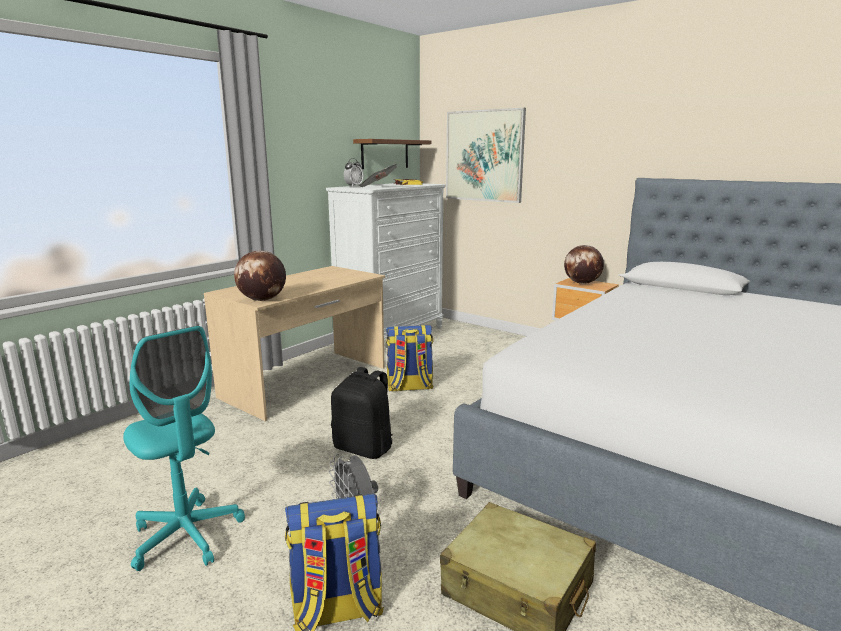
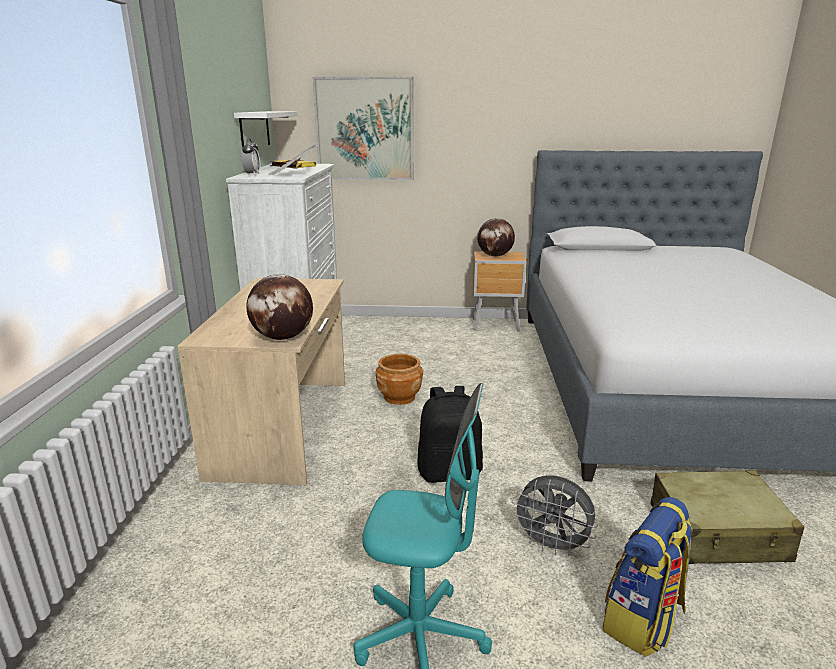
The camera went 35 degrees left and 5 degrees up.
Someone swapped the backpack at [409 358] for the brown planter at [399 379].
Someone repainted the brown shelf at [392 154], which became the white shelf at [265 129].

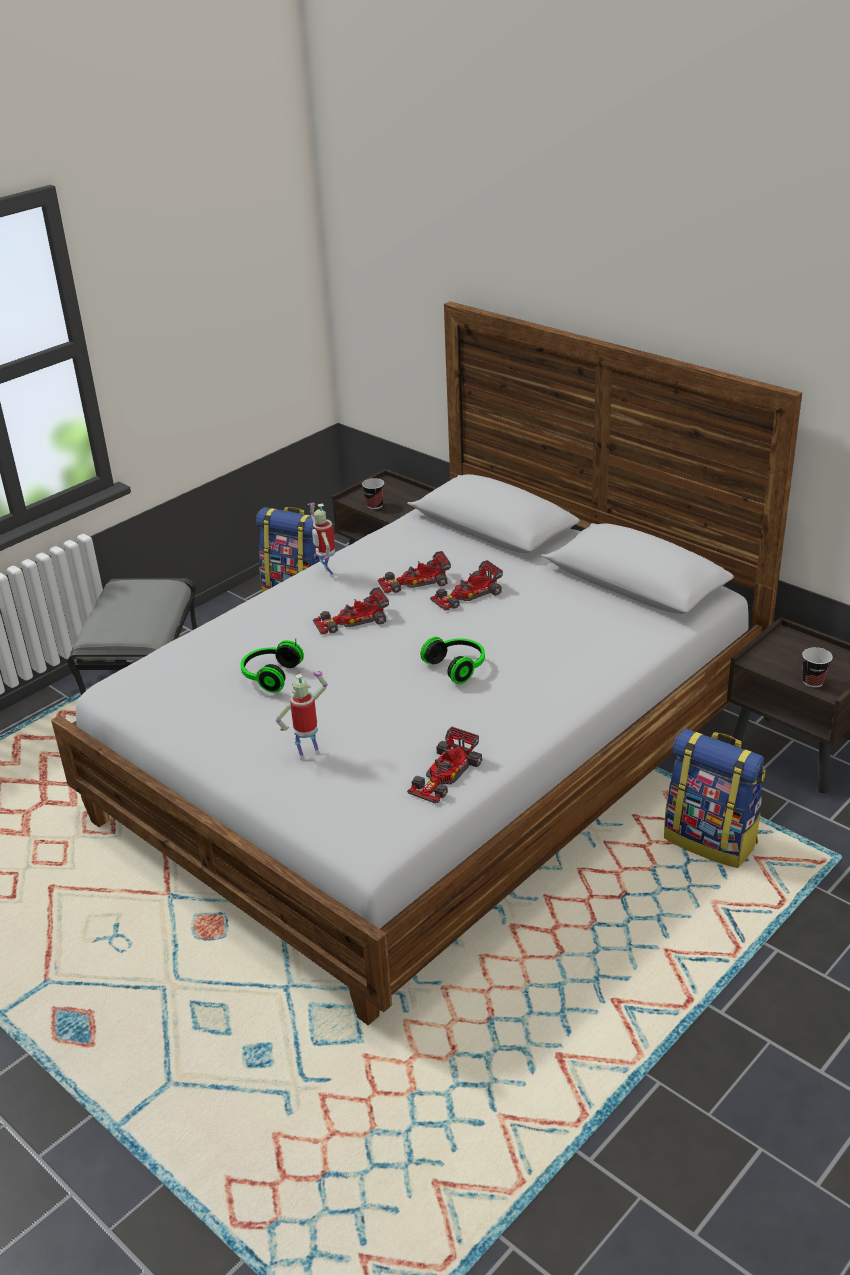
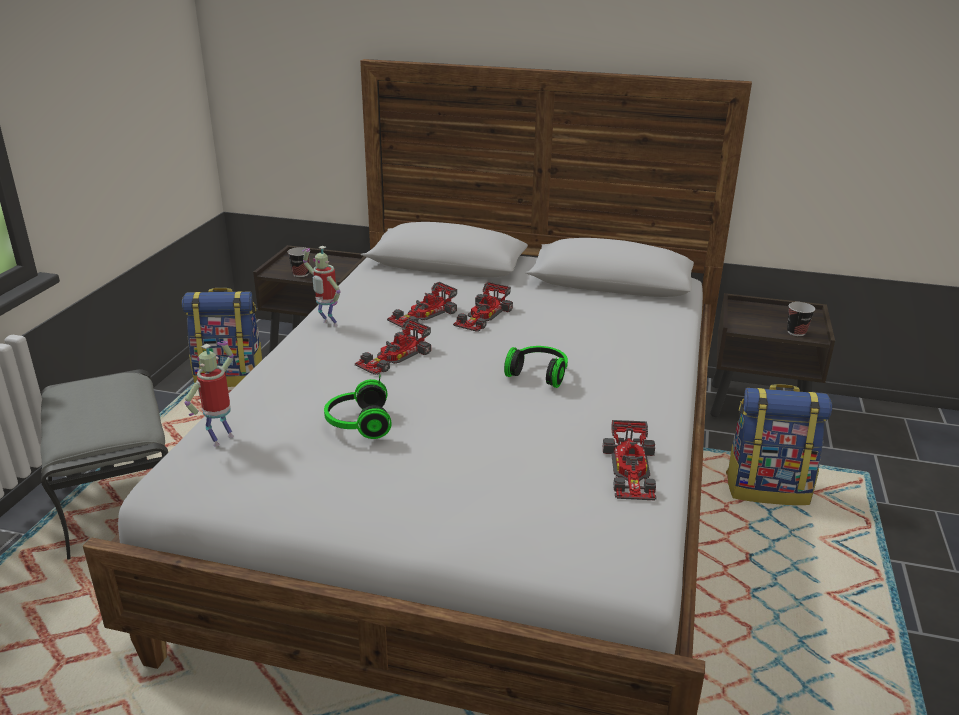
The camera went 30 degrees left and 5 degrees down.
Someone carried the toy robot from [302 715] to [209 393].

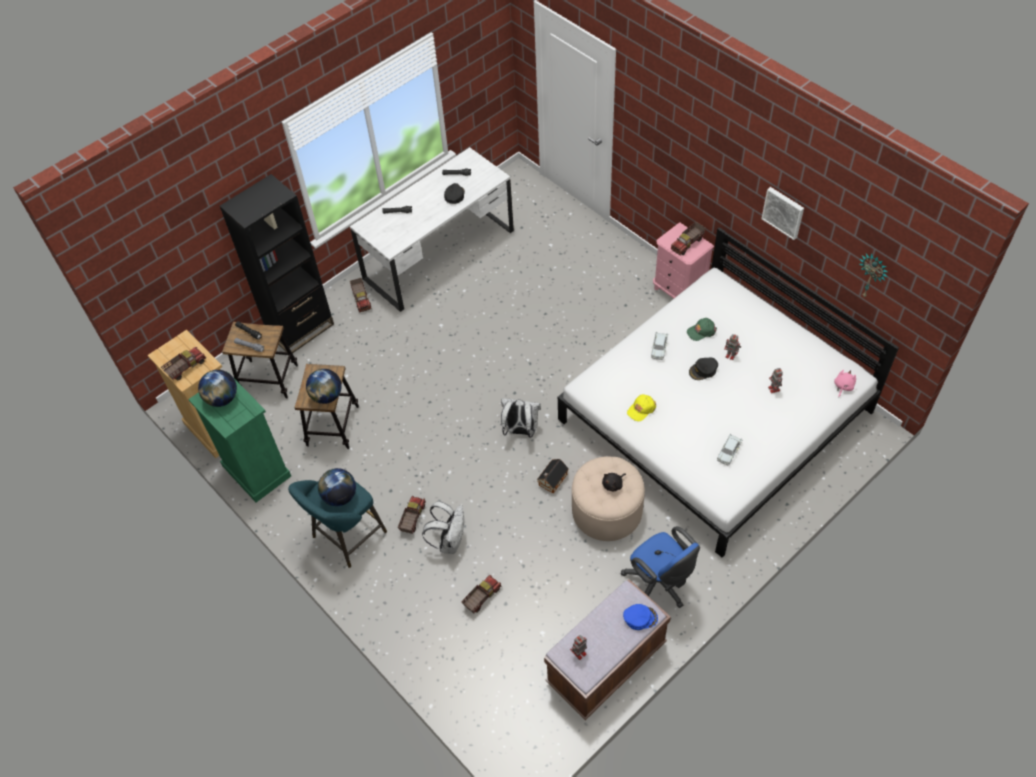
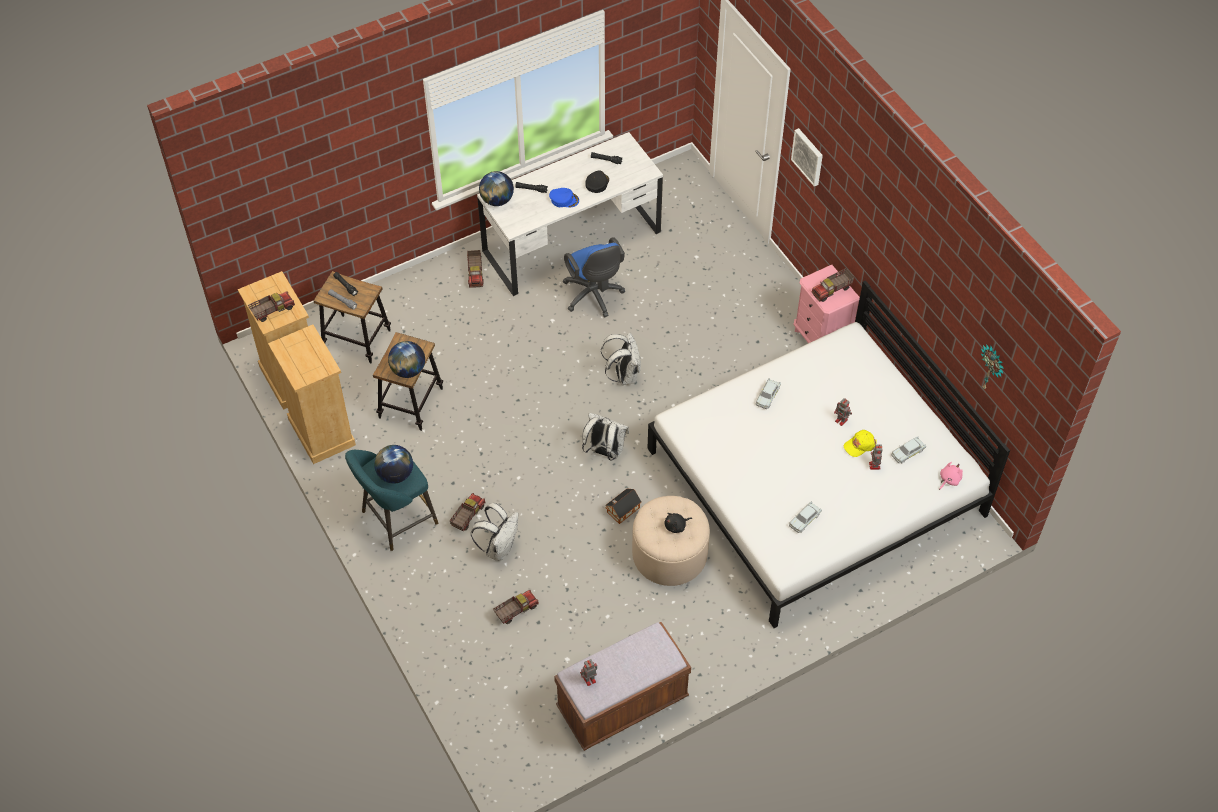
The camera went 10 degrees right and 0 degrees up.
Someone took away the black bookcase at [277 263].
Someone took away the green cap at [702 329].
Someone took away the black cap at [703 369].
Someone put down the white backpack at [621 359].
Someone put down the white toy car at [908 450].
Someone carried the globe from [217 388] to [496 188].
Someone carried the blue office chair from [660 567] to [594 277].
Someone carried the blue cap from [640 617] to [564 197].
Someone carried the yellow cap from [641 407] to [860 443].
Someone carried the picture from [782 213] to [807 157].
Someone repainted the green dresser at [239 441], which became the beige dresser at [312 394].

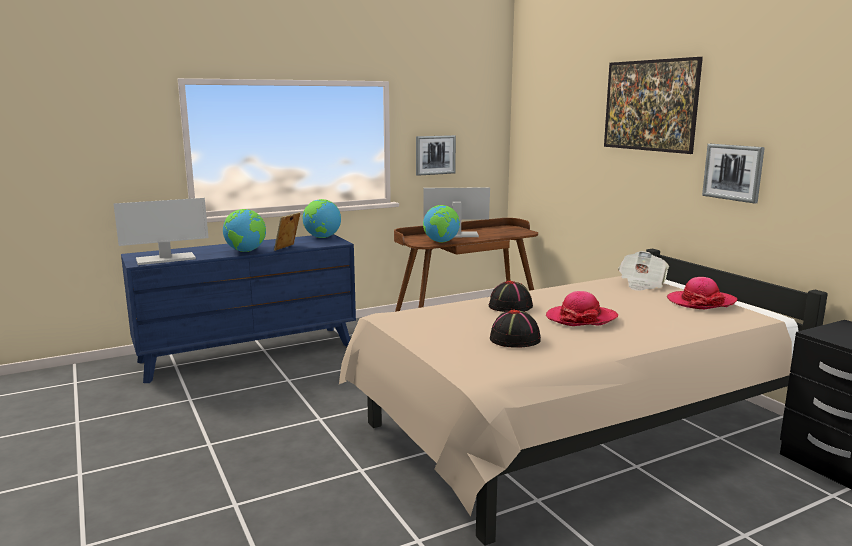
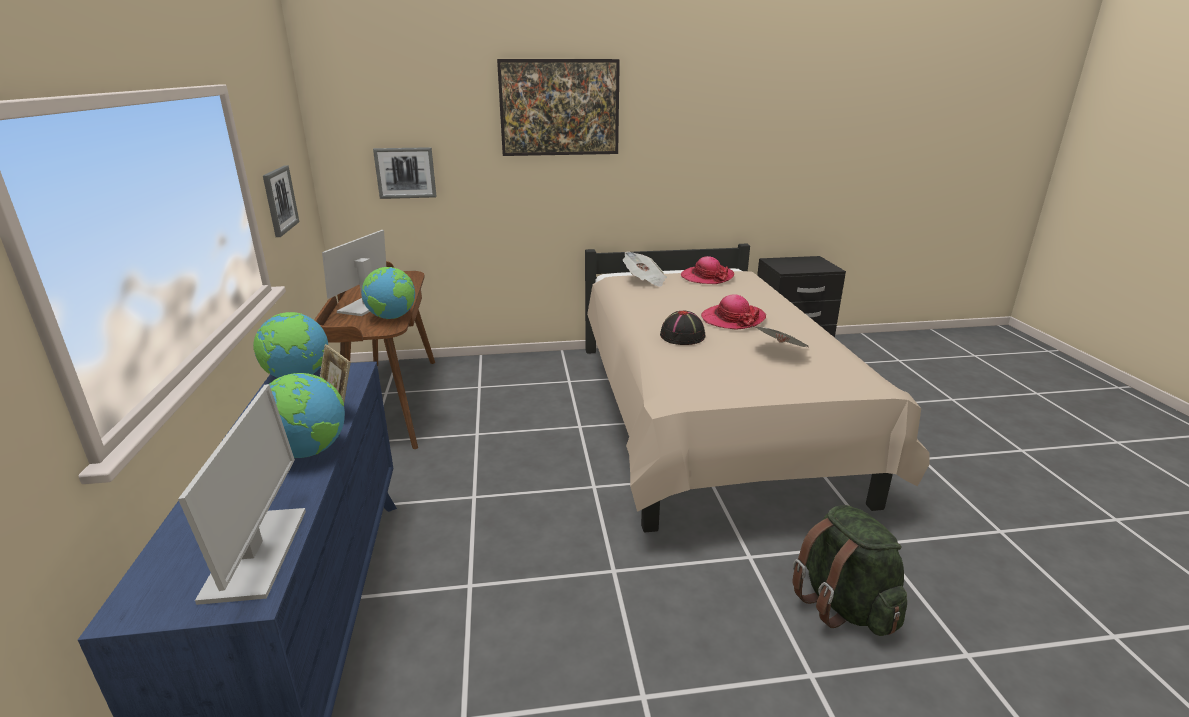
The camera went 70 degrees left and 10 degrees up.
Someone put down the green backpack at [849 570].
Someone carried the picture from [733 174] to [405 173].
Someone swapped the black hat at [515 329] for the newspaper at [781 336].

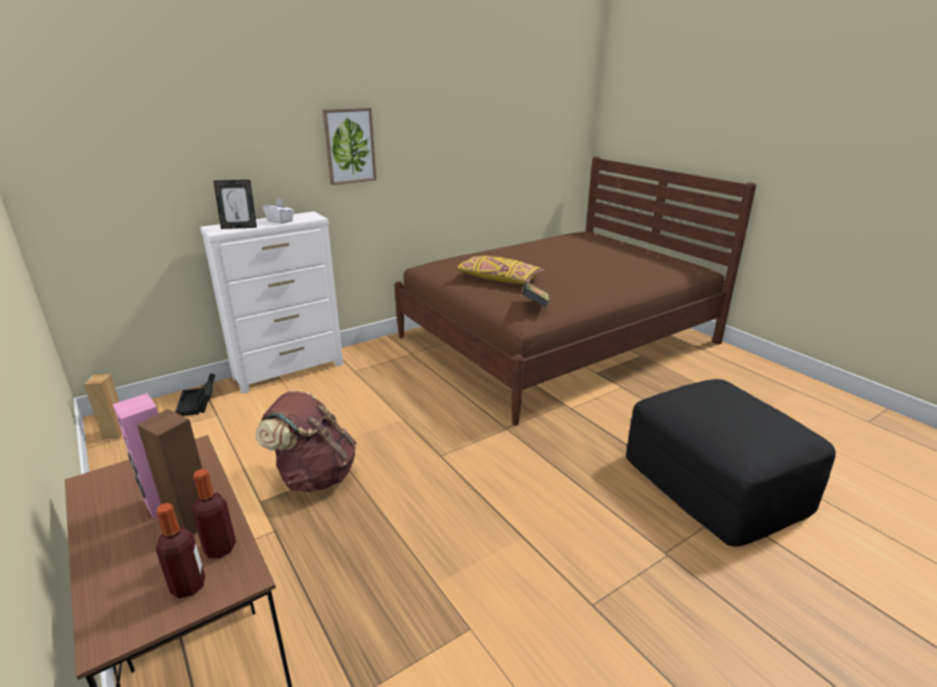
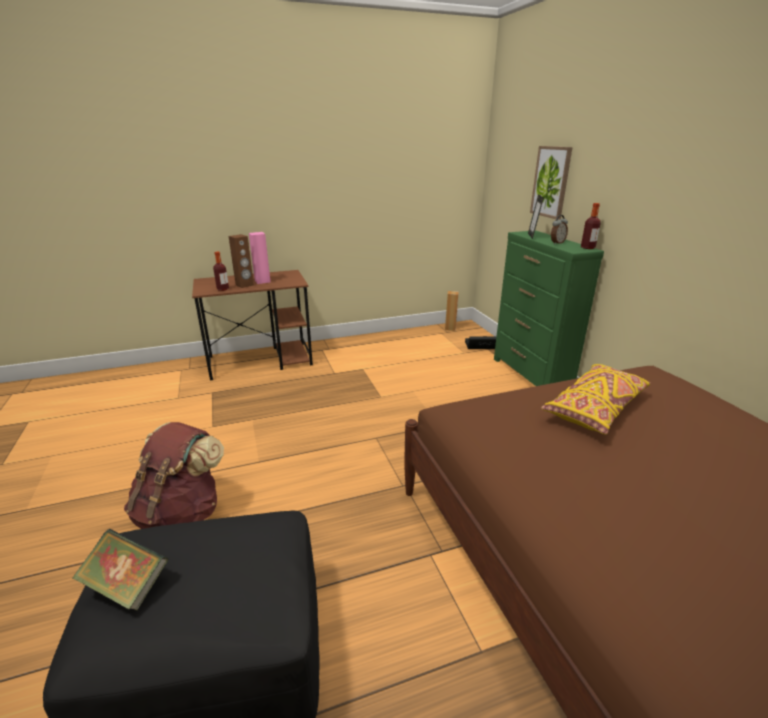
The camera went 105 degrees right and 0 degrees up.
Someone carried the bottle from [180 551] to [591 226].
Someone carried the brown backpack from [305 441] to [174 475].
Someone carried the picture from [349 146] to [551 183].
Someone carried the book from [536 295] to [120 570].
Someone swapped the white tissue box at [278 211] for the alarm clock at [559 229].
Someone repainted the white dresser at [271 302], which became the green dresser at [549 308].

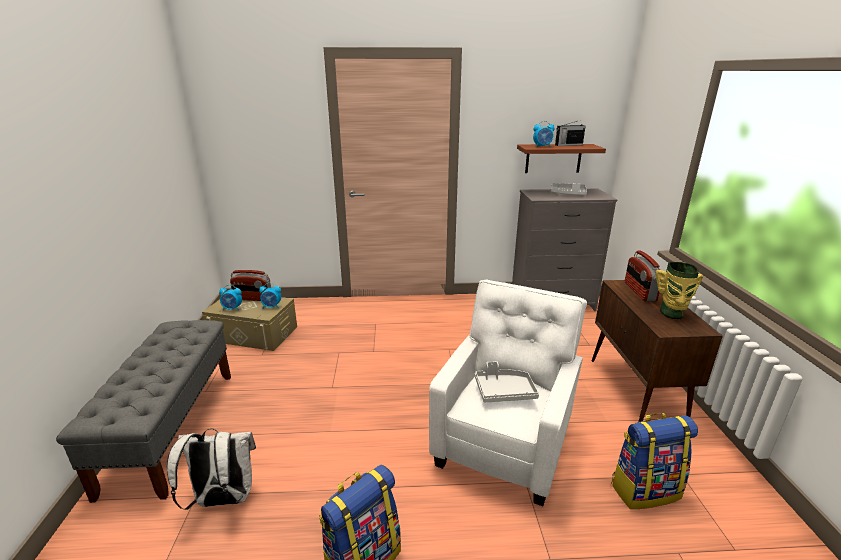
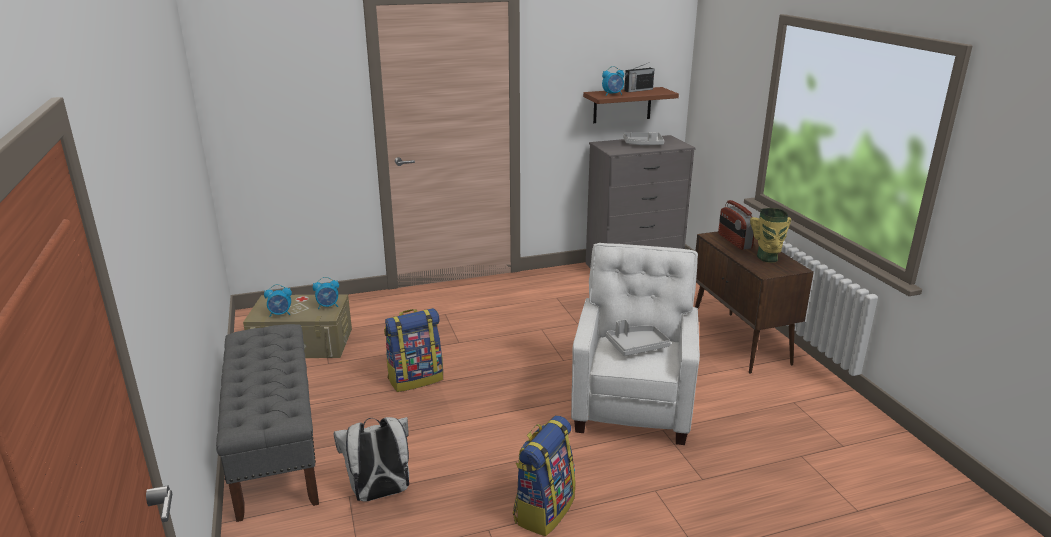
The camera went 15 degrees left and 0 degrees up.
Someone took away the radio at [250 285].
Someone carried the backpack from [654 461] to [413 350].

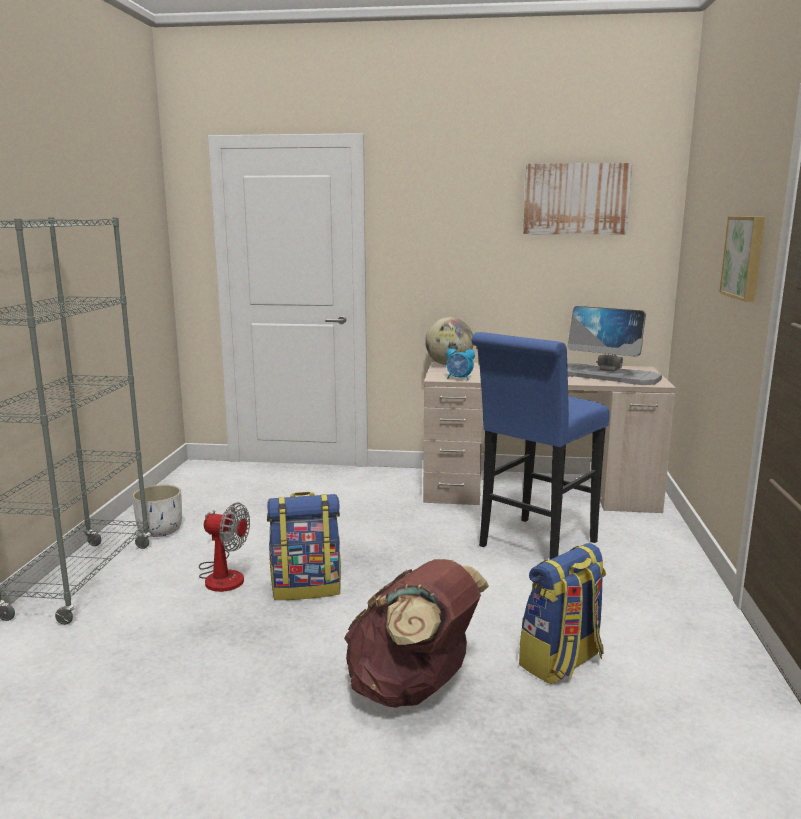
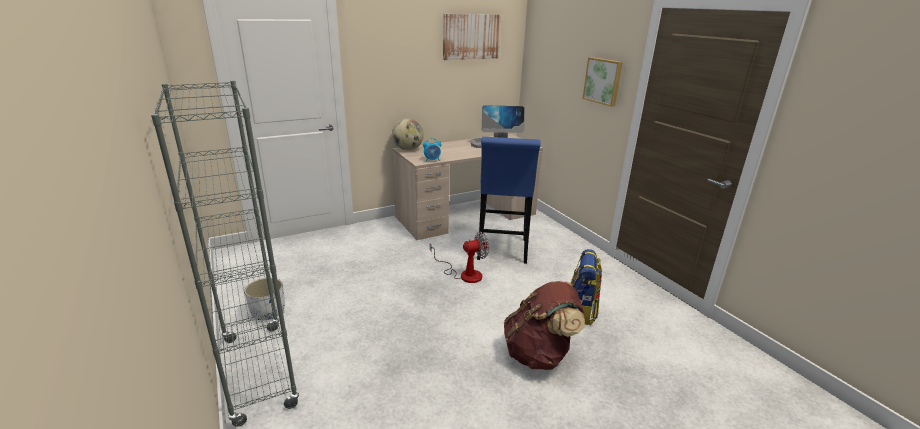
The camera went 35 degrees left and 10 degrees up.
Someone took away the backpack at [304 546].
Someone carried the fan from [224 547] to [459 257].

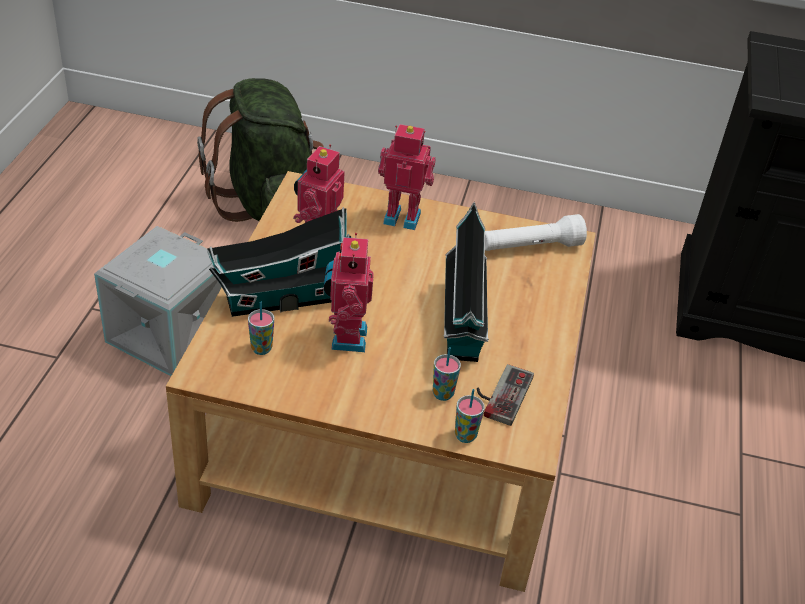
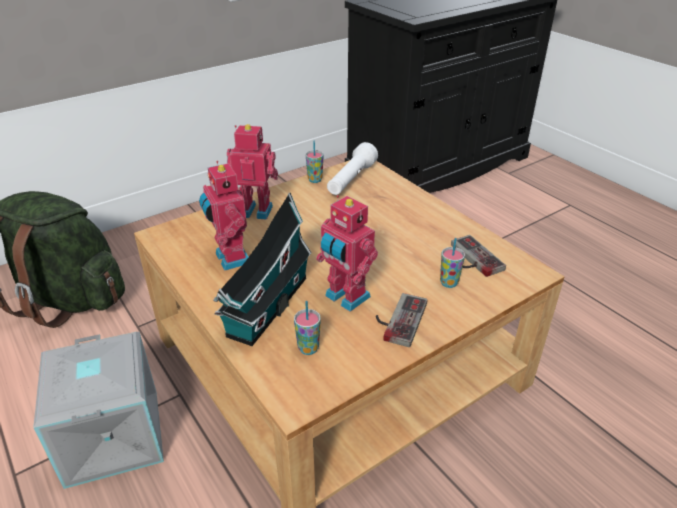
The camera went 45 degrees left and 5 degrees down.
Someone took away the toy house at [466 282].
Someone put down the game controller at [401 320].
Someone carried the cup from [470 416] to [314 162].
Someone rotated the toy robot at [407 177] by 45 degrees clockwise.

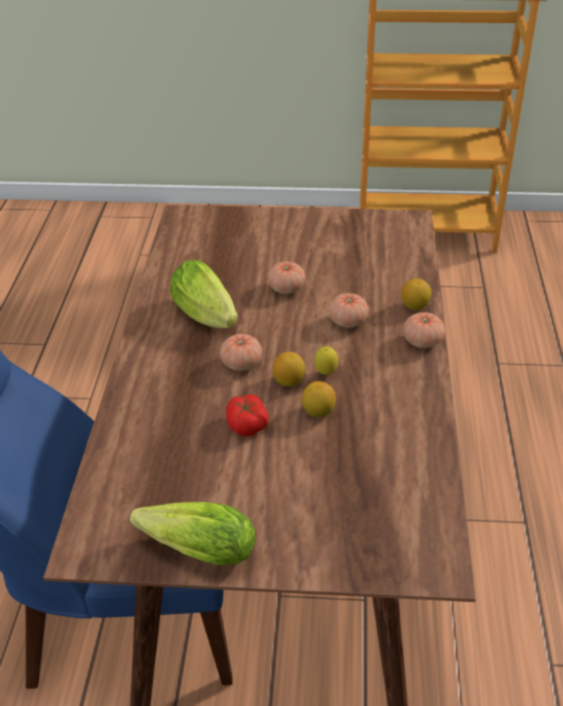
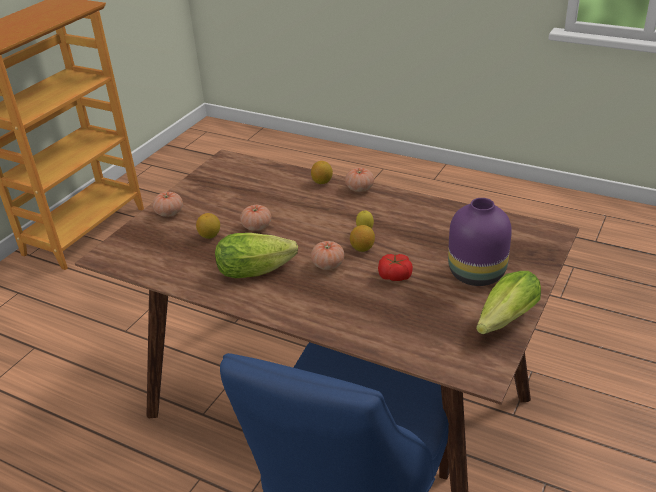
The camera went 65 degrees left and 5 degrees down.
Someone put down the purple vase at [480 242].
Someone carried the lemon from [319 399] to [208 226].
Someone carried the tomato from [349 310] to [167 204].

